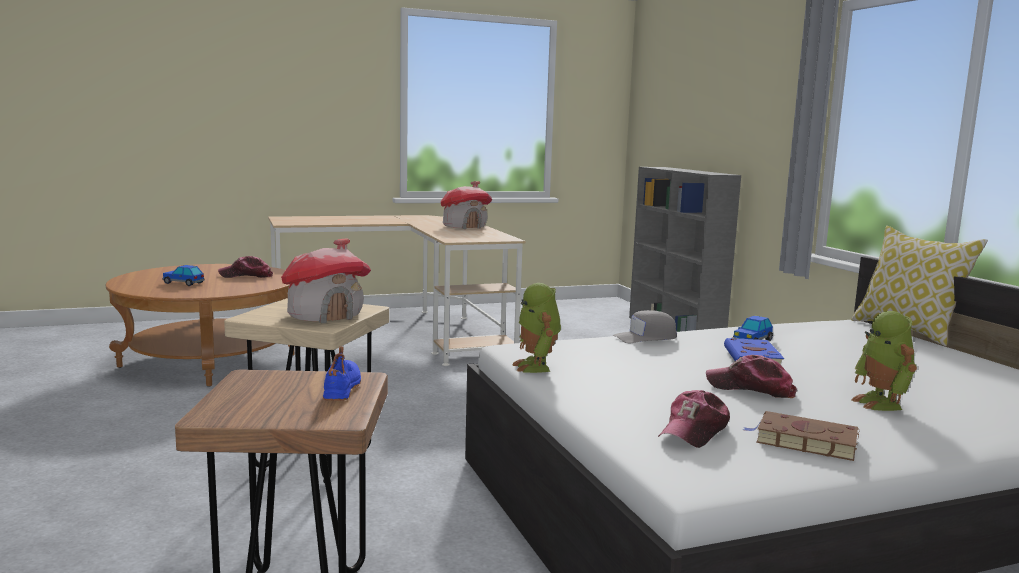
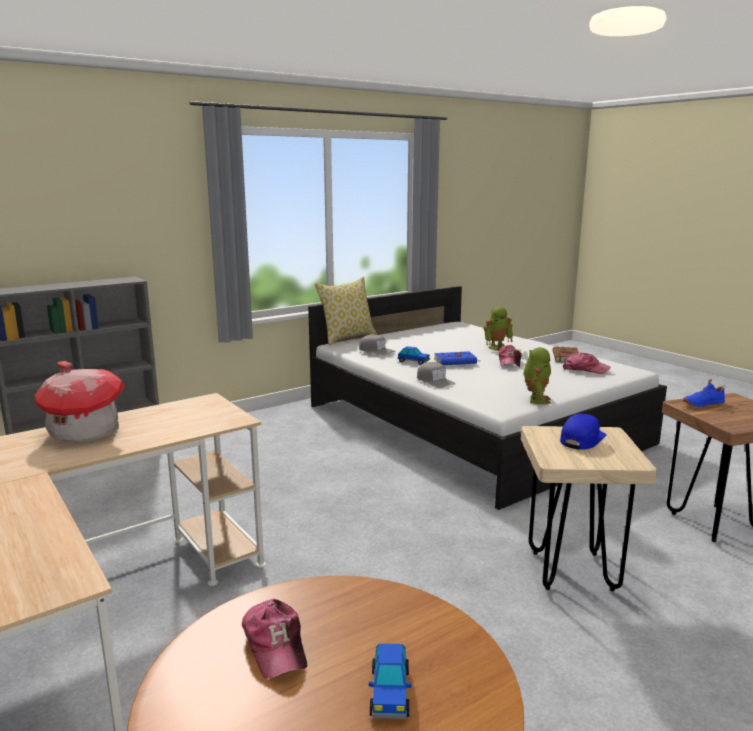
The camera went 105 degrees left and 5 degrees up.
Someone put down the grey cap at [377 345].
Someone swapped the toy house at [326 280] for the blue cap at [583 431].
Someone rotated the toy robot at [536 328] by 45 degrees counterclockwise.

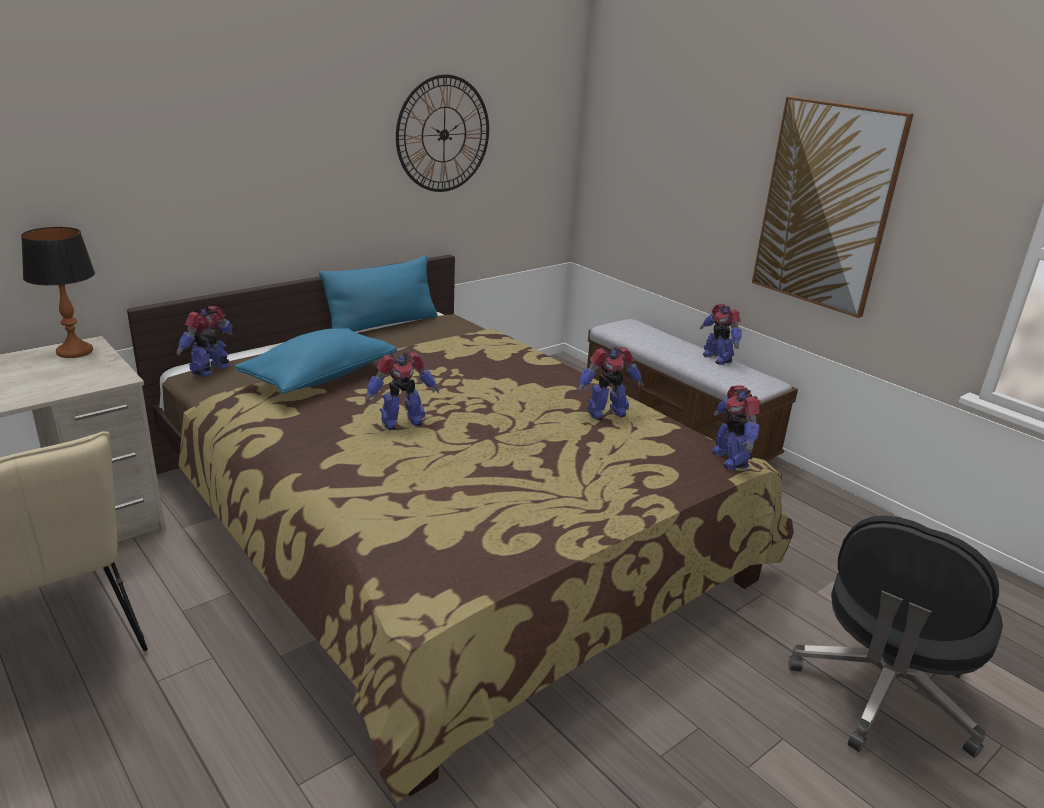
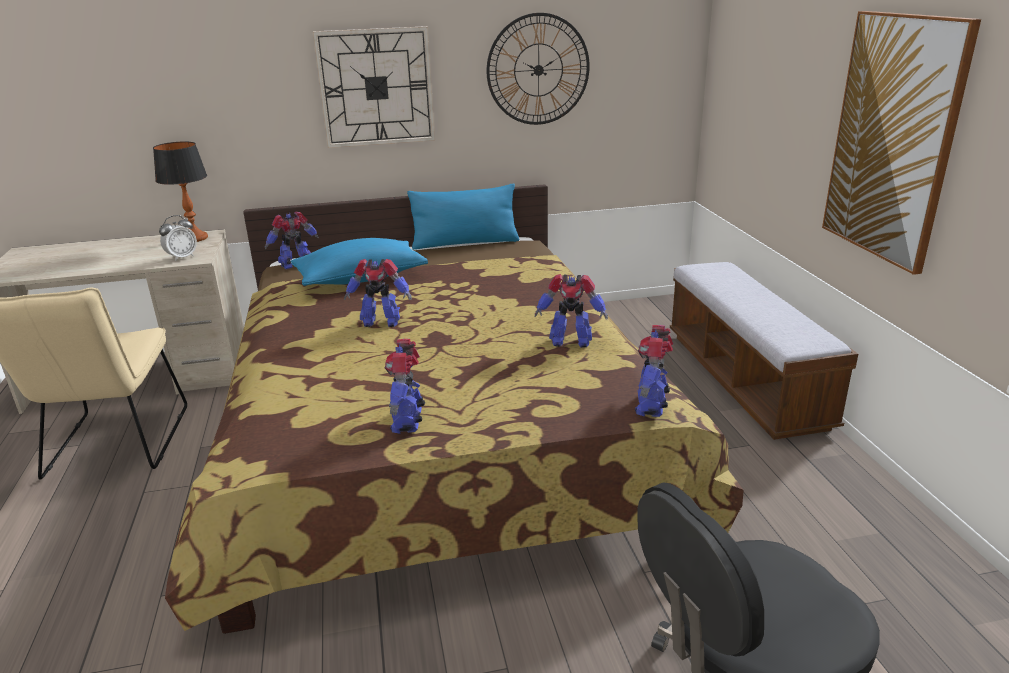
The camera went 30 degrees right and 0 degrees up.
Someone put down the alarm clock at [178 238].
Someone put up the wall clock at [374 87].
Someone carried the toy robot from [721 334] to [404 386].

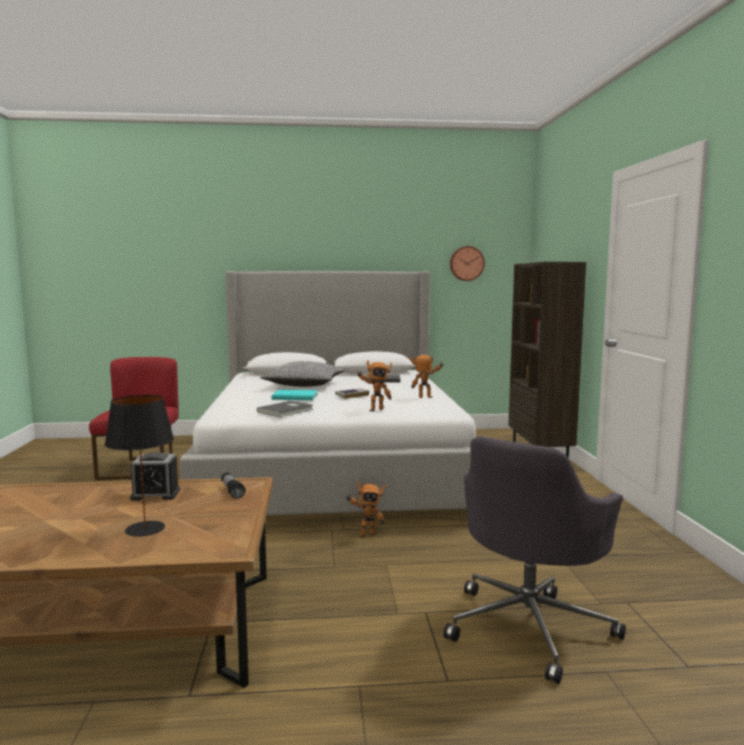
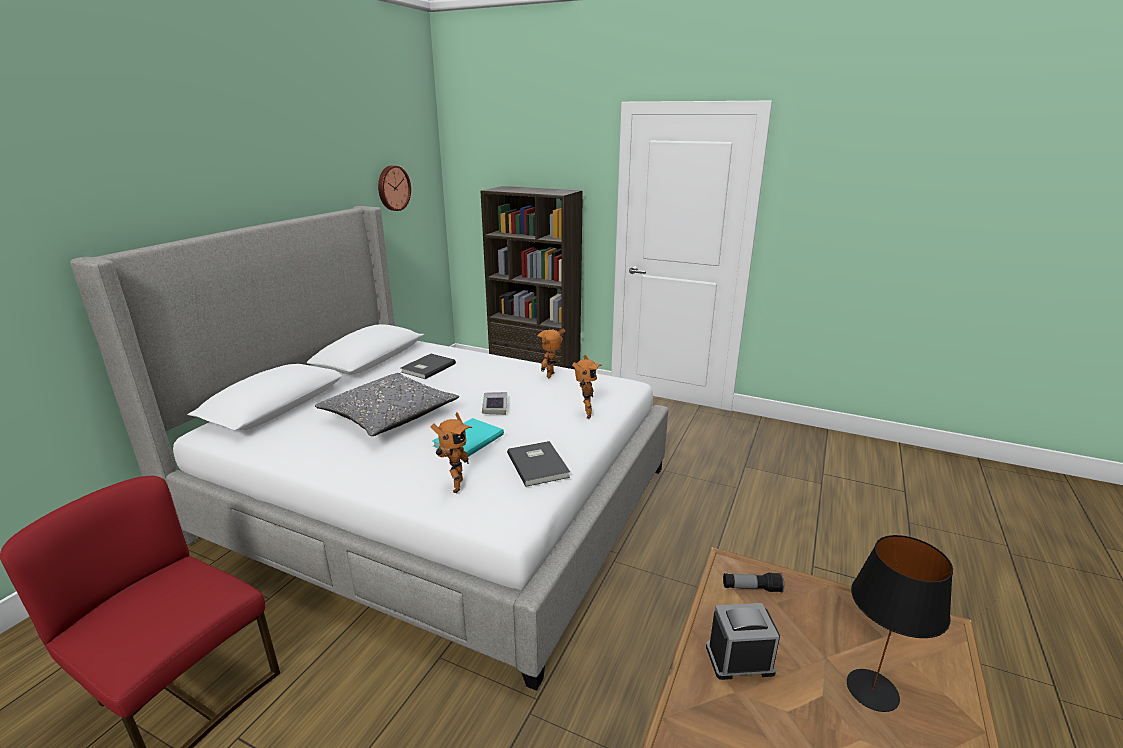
The camera went 60 degrees left and 15 degrees up.
Someone took away the grey office chair at [534 560].
Someone carried the toy robot from [366 509] to [452 452].
Someone rotated the alarm clock at [155 476] by 120 degrees counterclockwise.

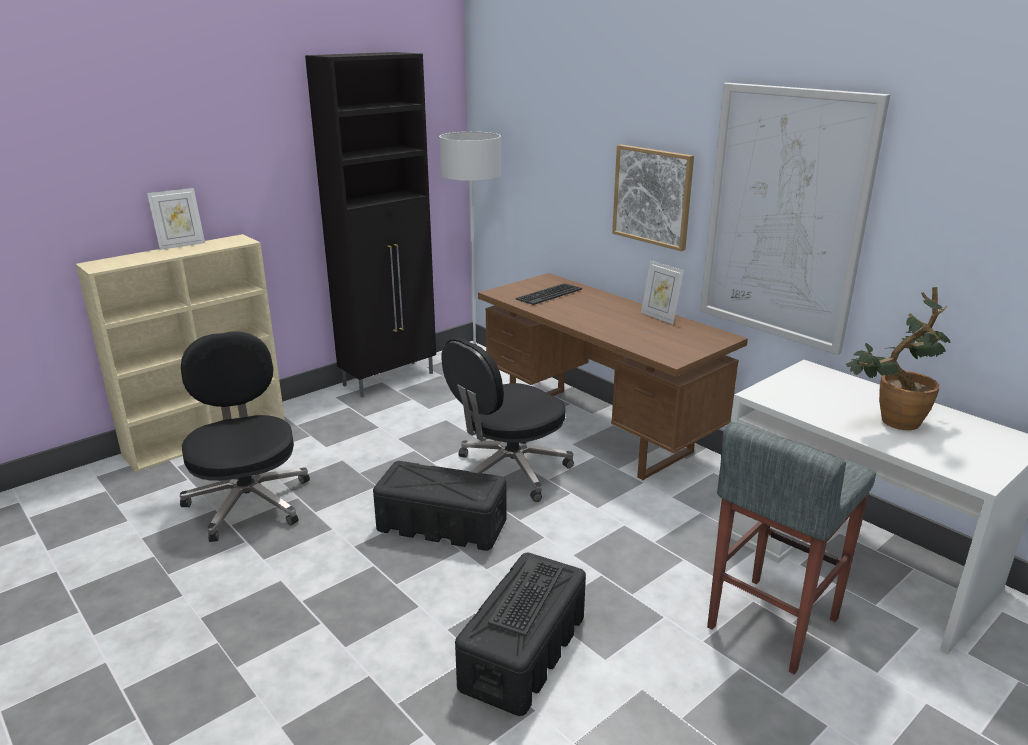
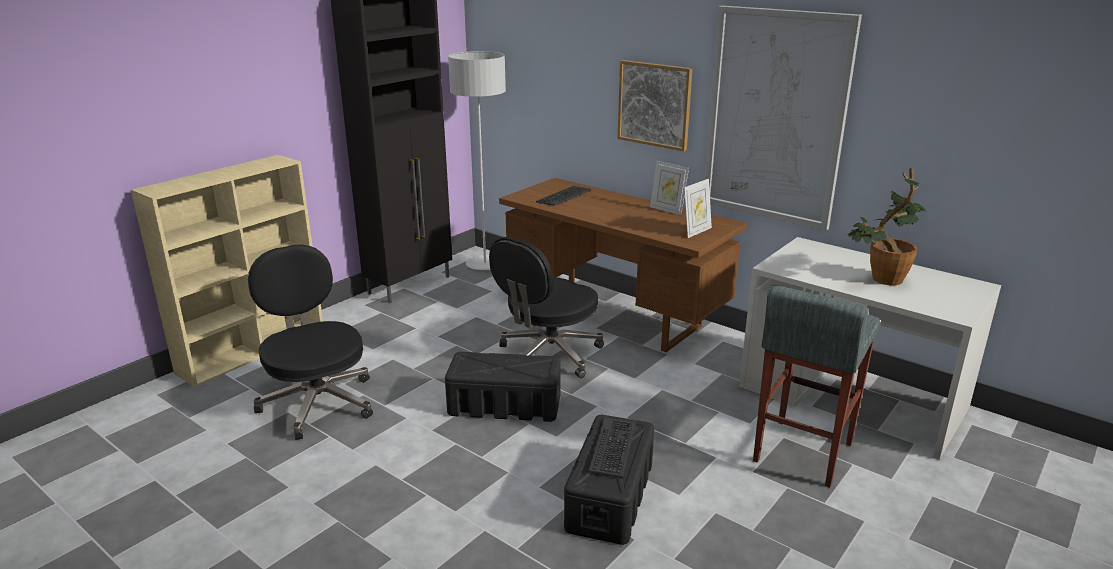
The camera went 10 degrees left and 0 degrees up.
Someone carried the picture frame from [176 219] to [698 208].

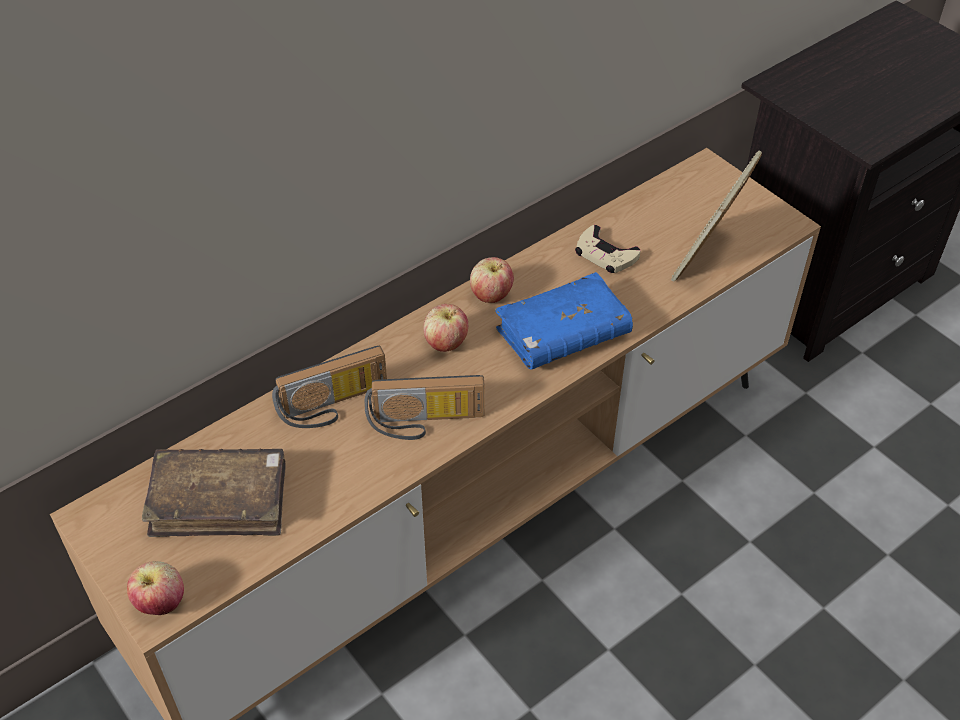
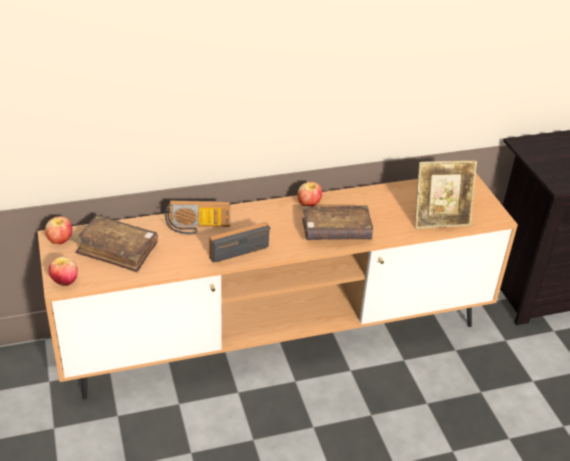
The camera went 20 degrees right and 10 degrees down.
Someone took away the beige game controller at [608 249].
Someone carried the apple from [445 328] to [58 230].
Someone repainted the blue book at [564 321], which became the brown book at [337 222].
Someone rotated the radio at [424 407] by 135 degrees clockwise.
Someone rotated the picture frame at [716 216] by 150 degrees counterclockwise.

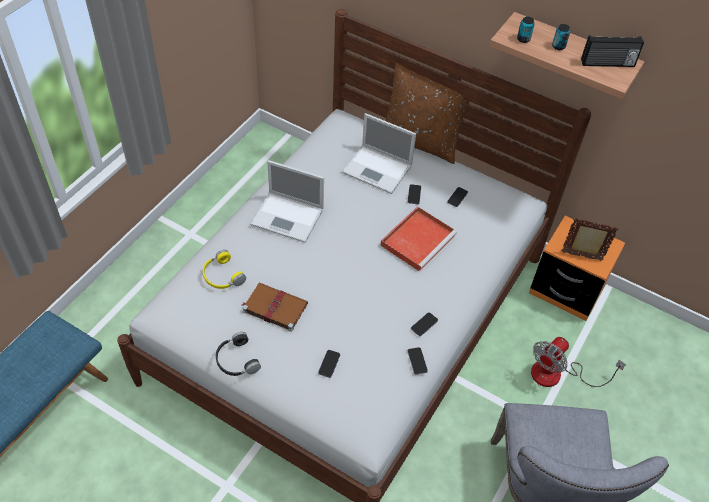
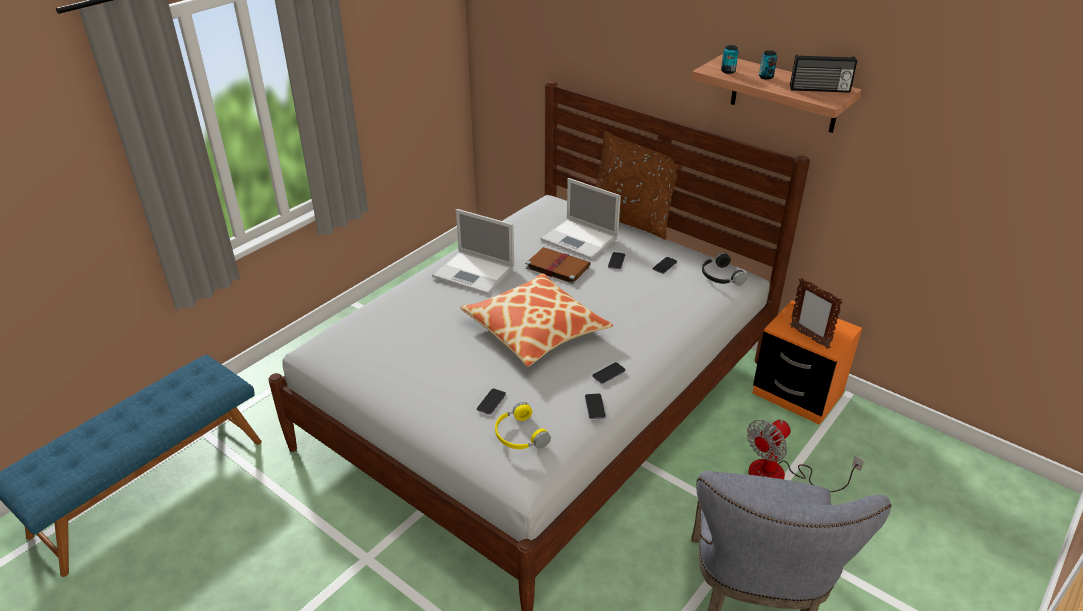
The camera went 10 degrees right and 15 degrees down.
Someone took away the red tray at [419 238].
Someone put down the pillow at [536 320].
Someone carried the yellow headphones from [224 269] to [523 425].
Someone carried the black headphones from [238 354] to [724 269].
Someone carried the brown book from [275 307] to [558 265].
Someone rotated the picture frame at [590 239] by 150 degrees counterclockwise.

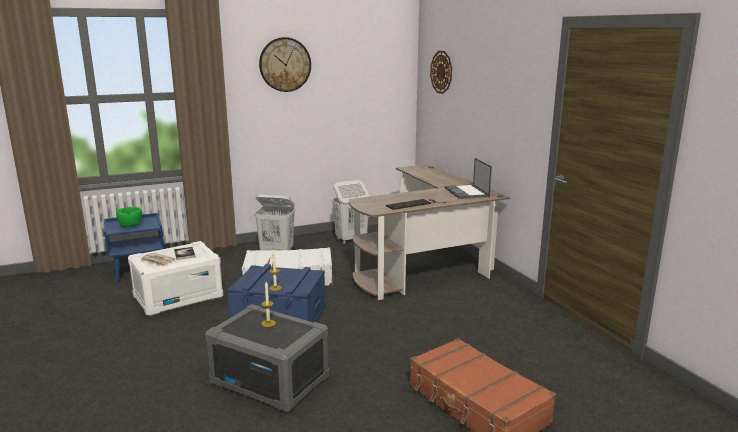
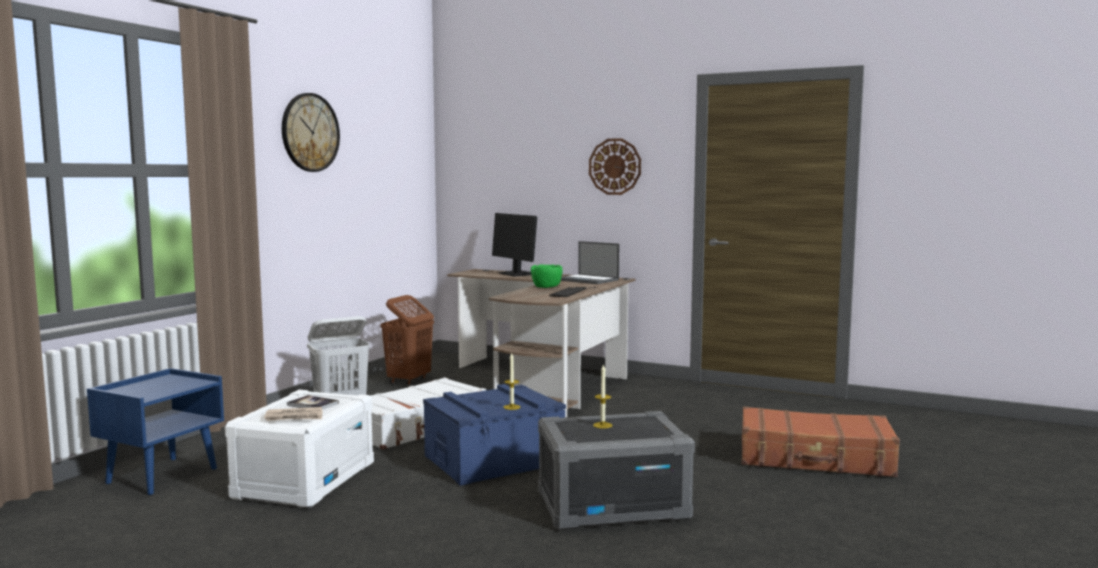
The camera went 40 degrees left and 10 degrees down.
Someone put down the monitor at [514 245].
Someone carried the green bowl from [129 217] to [547 276].
Someone carried the wall clock from [441 72] to [615 166].
Someone repainted the white laundry basket at [350 212], which became the brown laundry basket at [407 340].

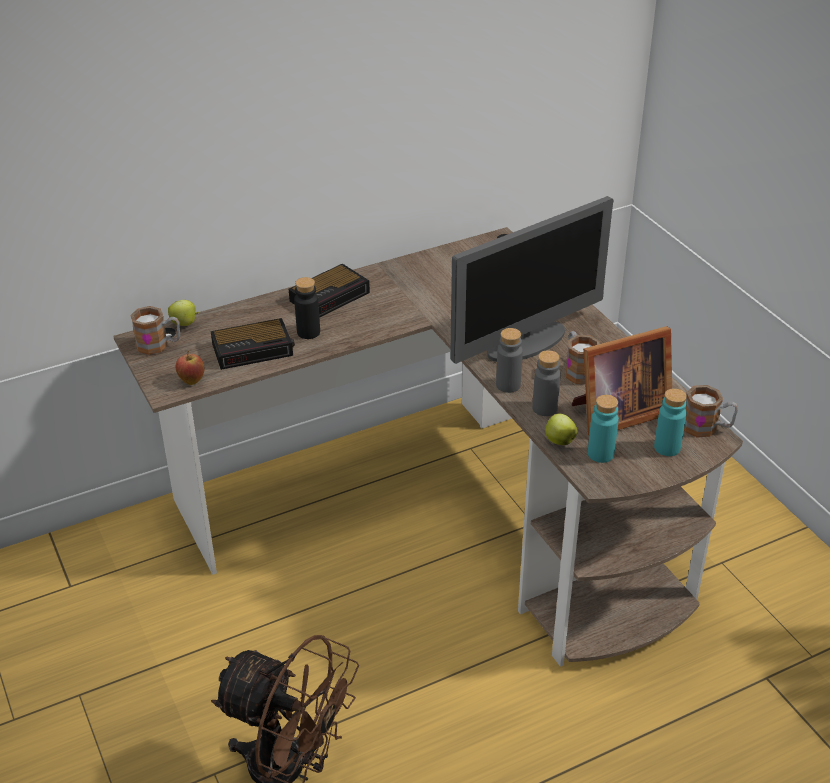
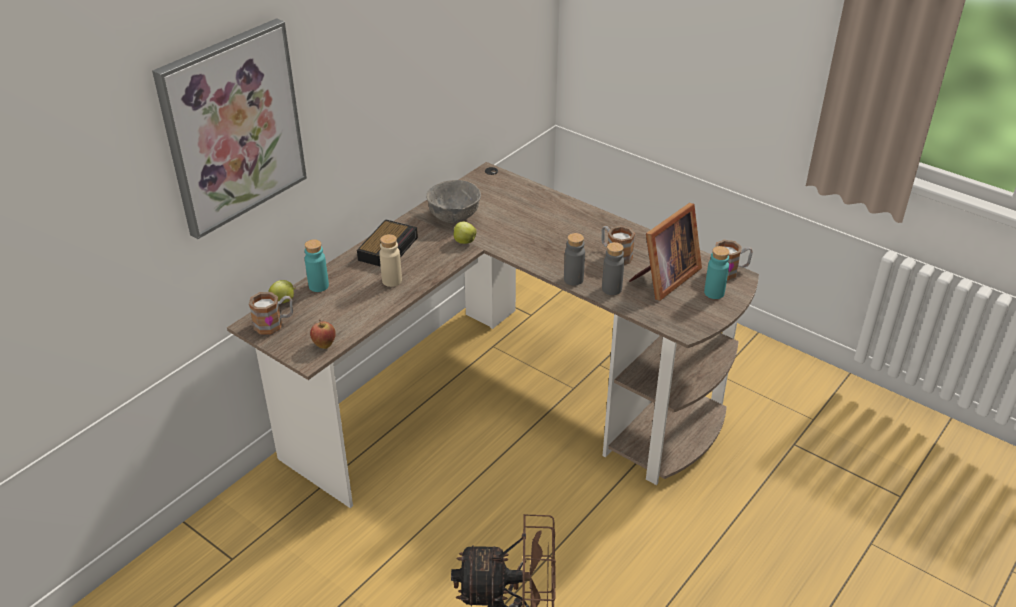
The camera went 25 degrees left and 0 degrees up.
Someone took away the alarm clock at [253 344].
Someone took away the monitor at [532 280].
Someone put up the picture at [229 128].
Someone put down the grey bowl at [453 201].
Someone carried the apple from [561 429] to [465 232].
Someone carried the turquoise bottle from [603 429] to [317 265].
Someone repainted the black bottle at [307 308], which became the beige bottle at [390 260].

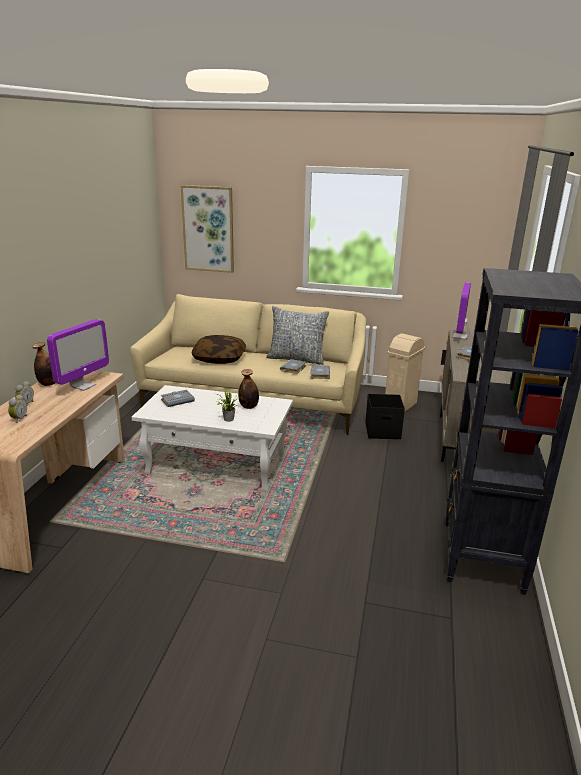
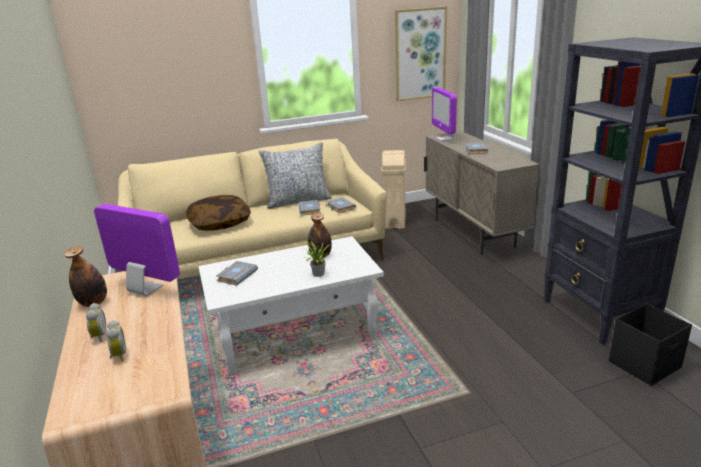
The camera went 30 degrees left and 0 degrees up.
Someone carried the picture from [207 229] to [421 54].
Someone carried the black storage box from [385 416] to [650 345].
Someone rotated the monitor at [78 355] by 60 degrees counterclockwise.

